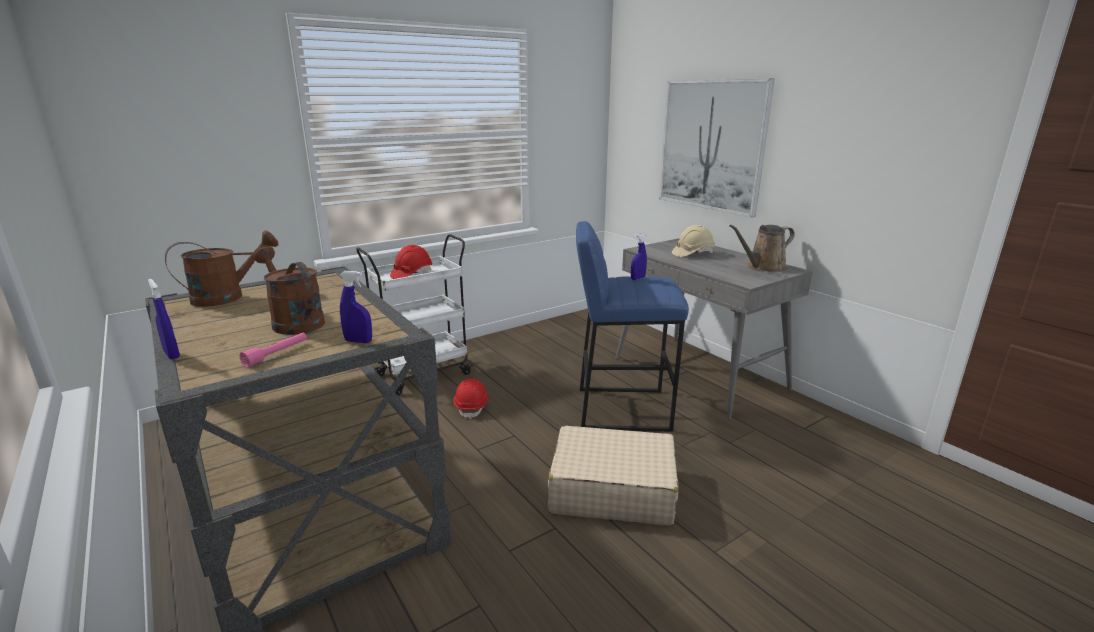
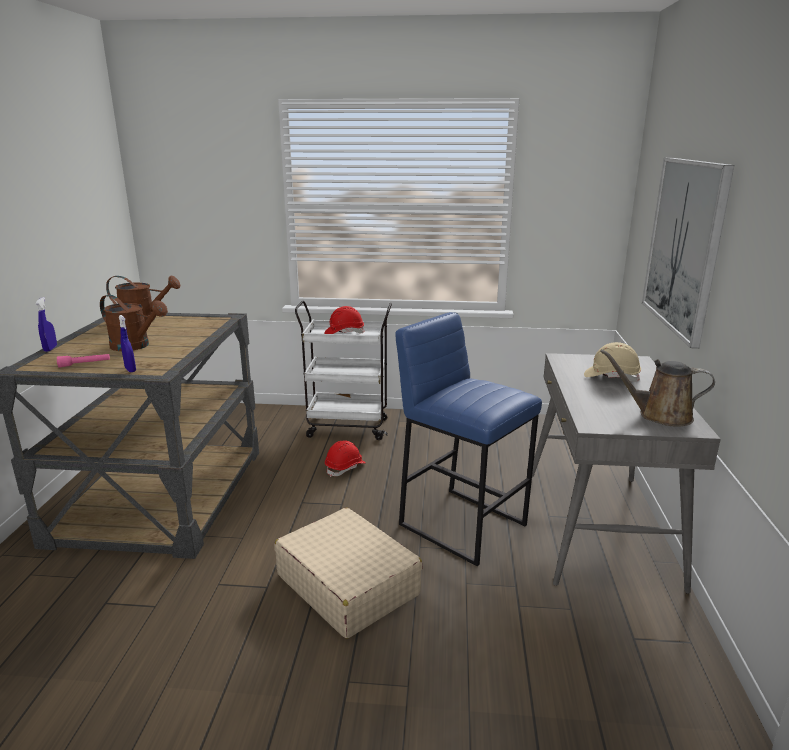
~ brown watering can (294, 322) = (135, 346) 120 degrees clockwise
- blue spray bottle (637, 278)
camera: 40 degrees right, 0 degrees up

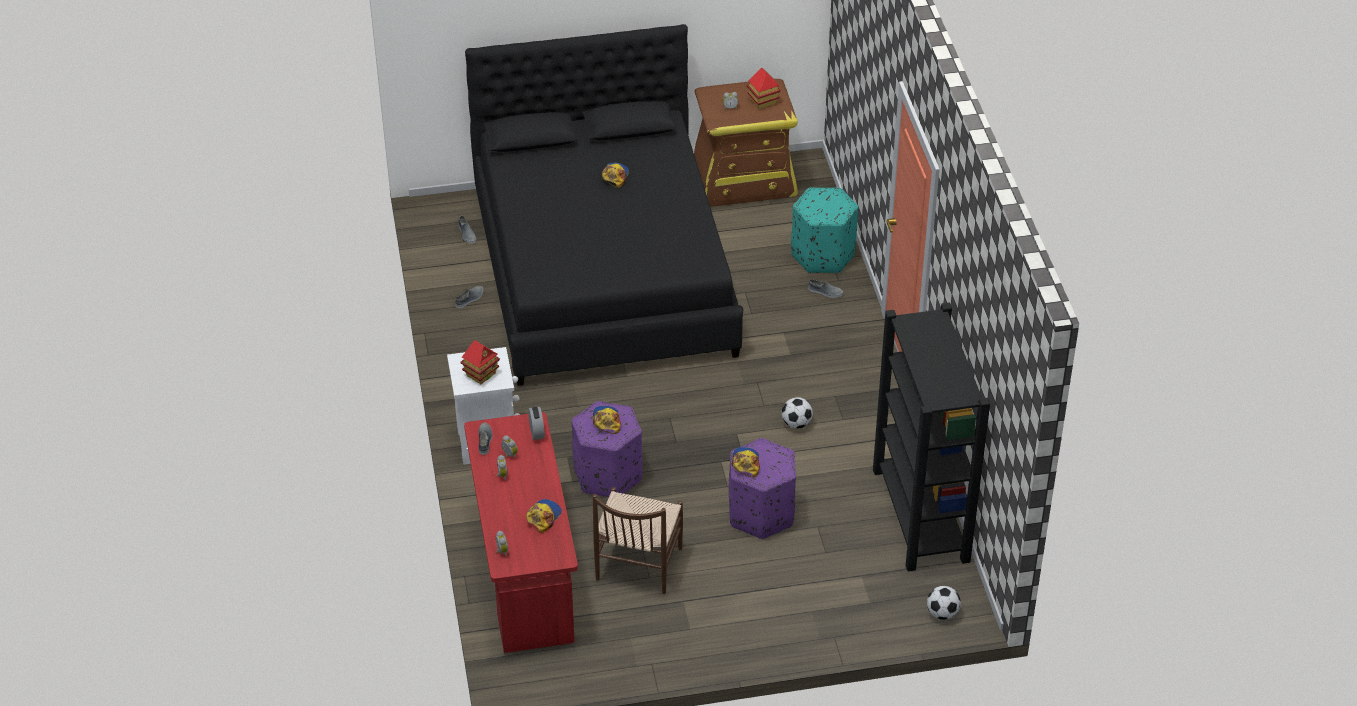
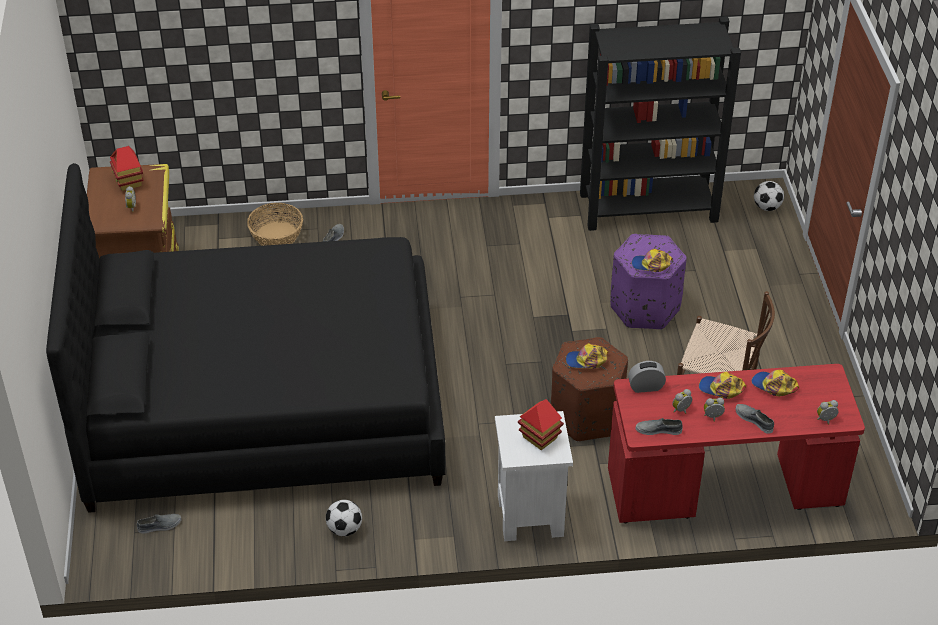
~ grey shoe (470, 299) to (754, 420)
~ purple ottoman (607, 474) to brown ottoman (586, 416)
~ cap (615, 176) to (721, 389)
~ football (796, 423) to (344, 529)
~ turquoise ottoman (823, 255) to basket (276, 235)
camera: 85 degrees left, 0 degrees up

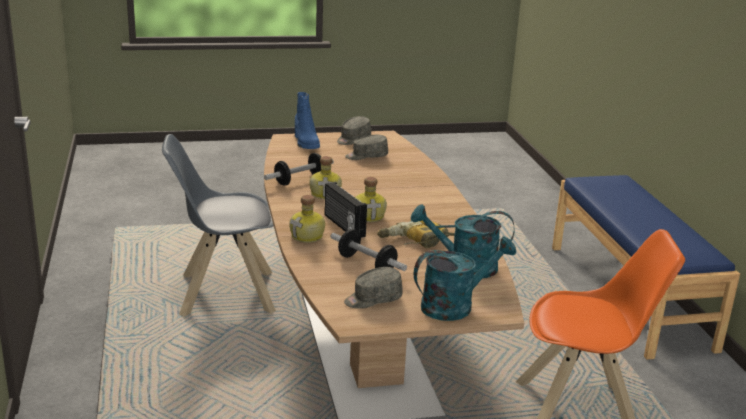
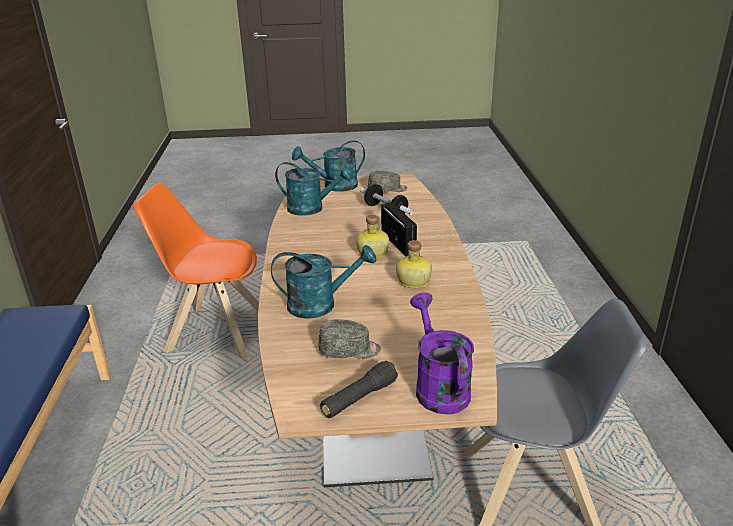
- dumbbell (299, 180)
- bottle (308, 236)
~ blue boot (305, 143) to purple watering can (438, 386)
~ grey cap (353, 139) to black flashlight (359, 398)
- power drill (416, 241)
+ turquoise watering can (320, 305)
camera: 170 degrees left, 5 degrees up

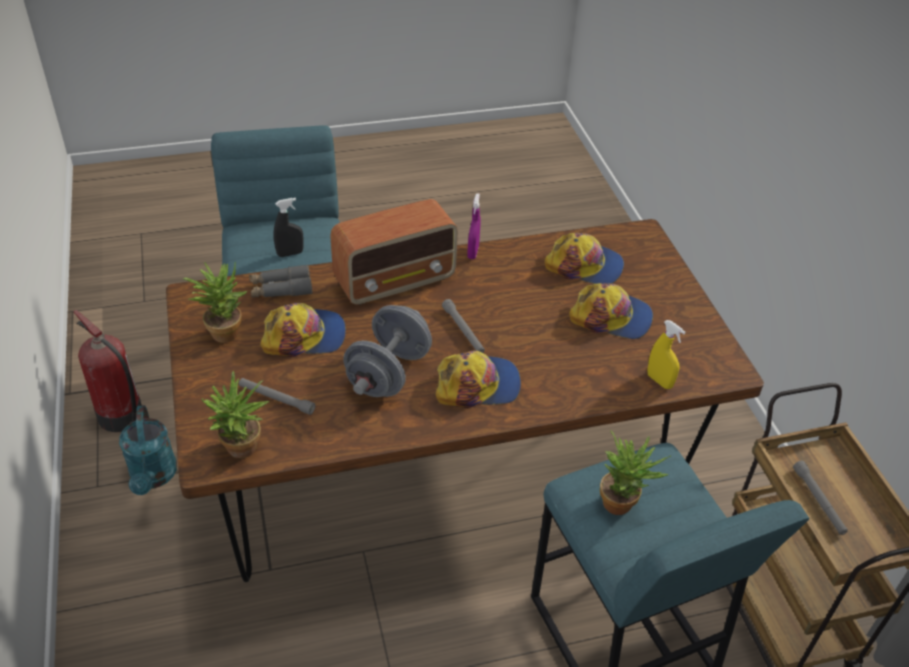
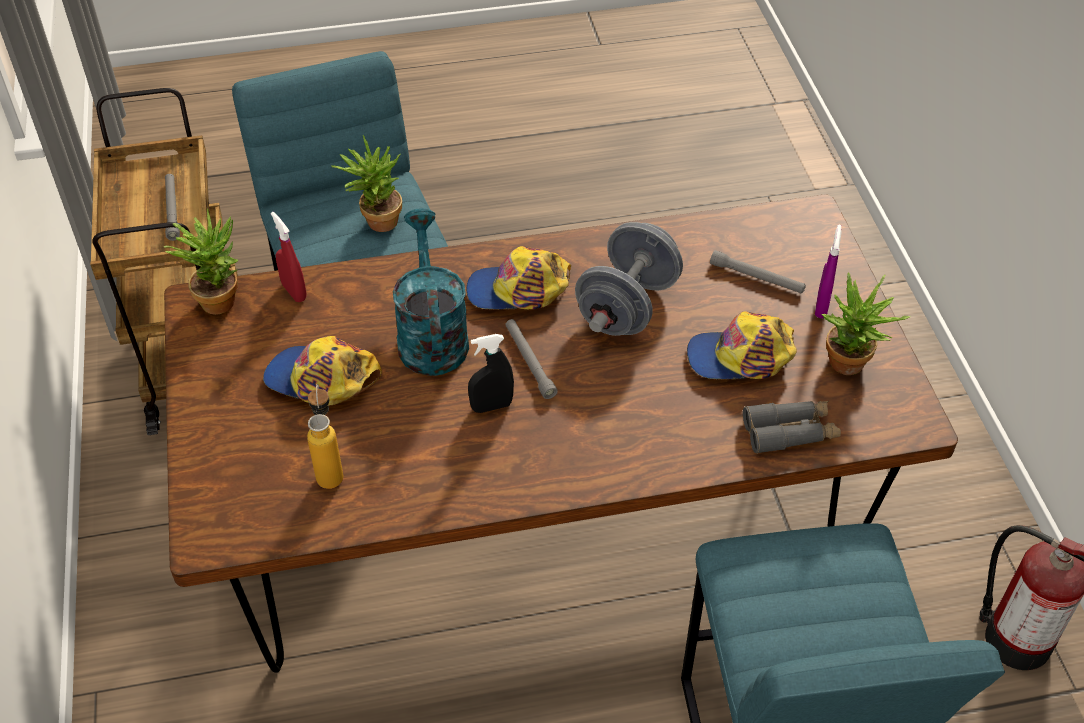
~ turquoise watering can (153, 477) to (431, 335)
~ potted plant (241, 452) to (219, 297)
~ black spray bottle (290, 253) to (491, 406)
- radio (396, 280)
~ purple spray bottle (473, 252) to (821, 306)
~ cap (584, 266) to bottle (330, 469)
~ yellow spray bottle (659, 381) to red spray bottle (294, 292)
camera: 175 degrees left, 5 degrees up

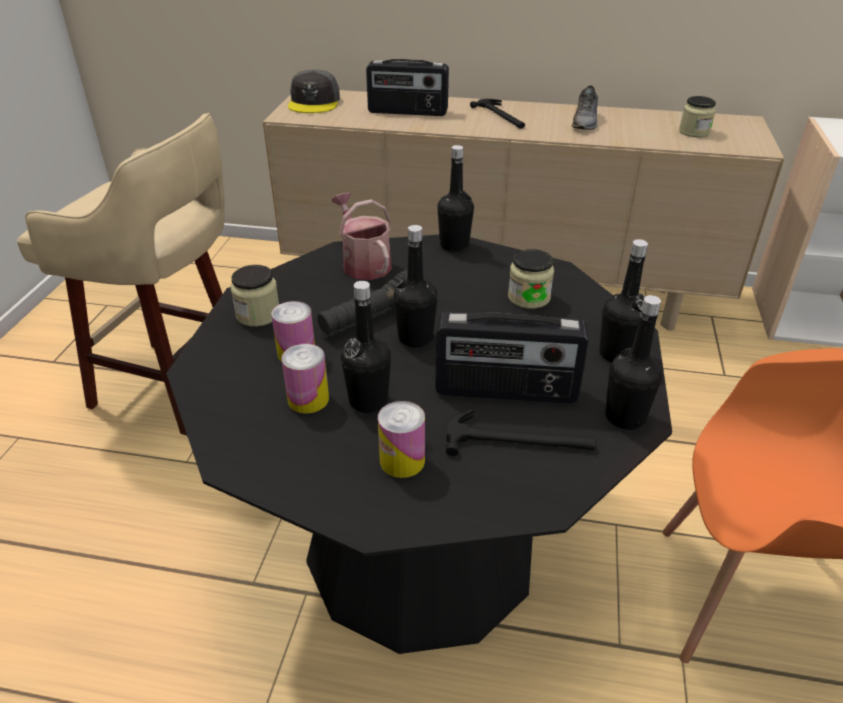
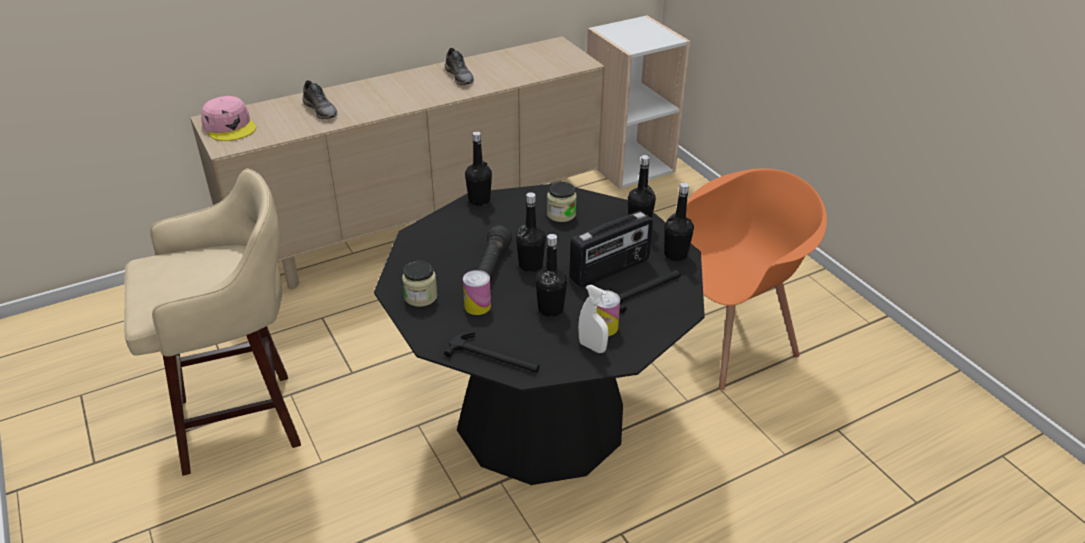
- can (308, 399)
~ grey cap (314, 102) to pink cap (229, 126)
- watering can (363, 263)
~ radio (407, 112) to grey shoe (321, 110)
~ hammer (501, 116) to (494, 357)
- jar (694, 132)
+ white spray bottle (592, 347)
camera: 40 degrees left, 0 degrees up

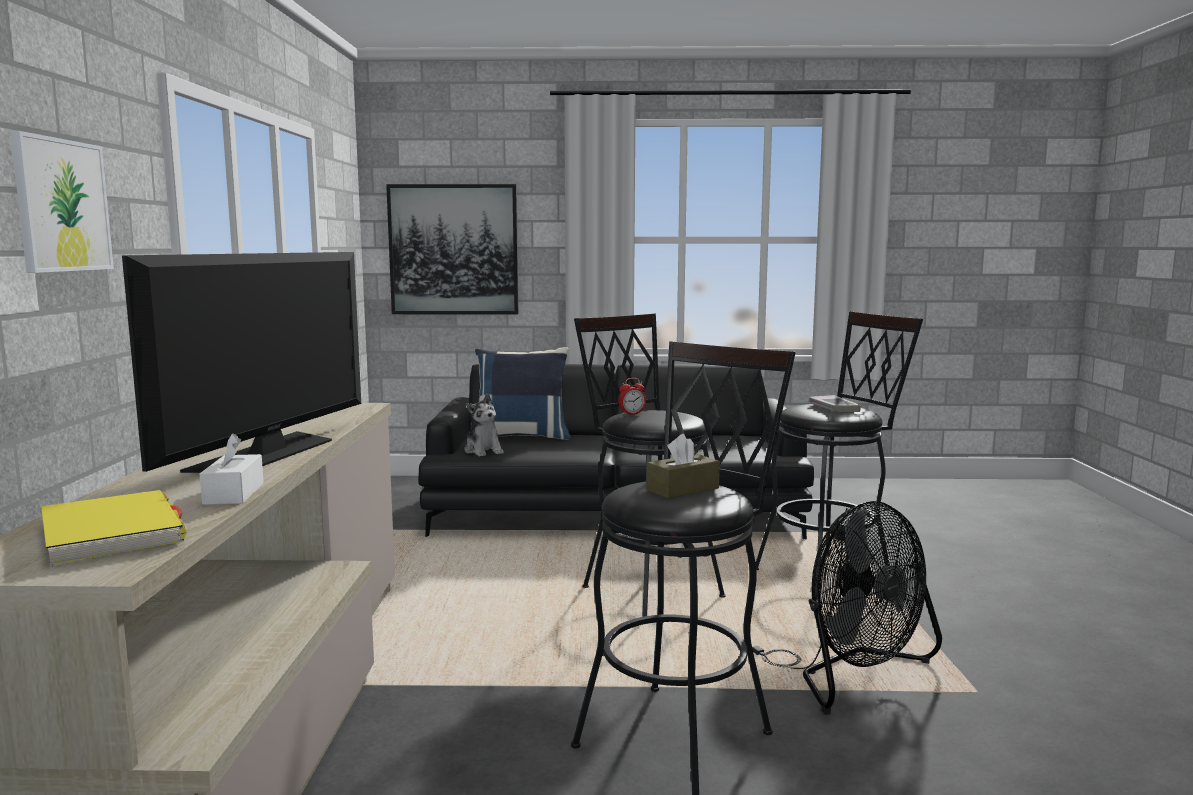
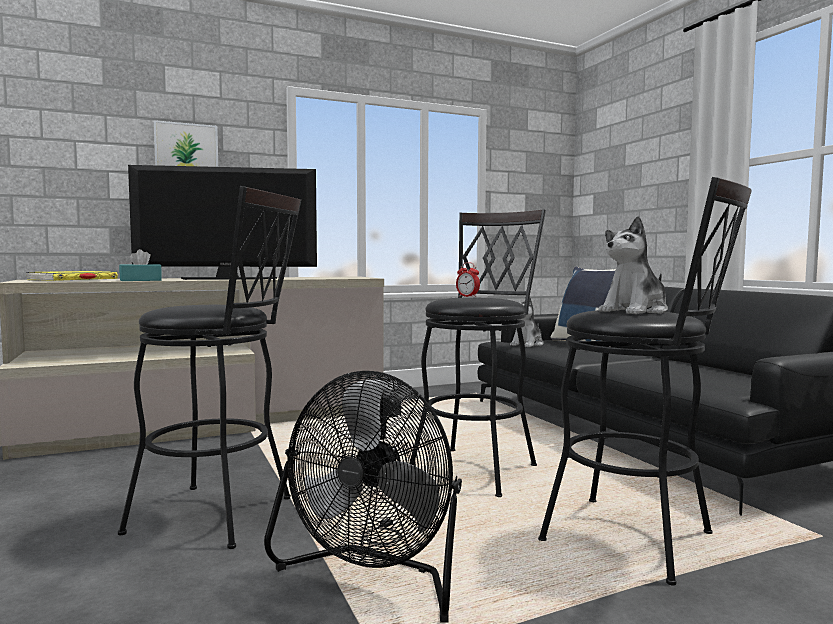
~ white tissue box (234, 493) to turquoise tissue box (140, 280)
- picture (454, 250)
- brown tissue box (683, 489)
~ book (833, 408) to plush toy (635, 311)
camera: 65 degrees right, 5 degrees down

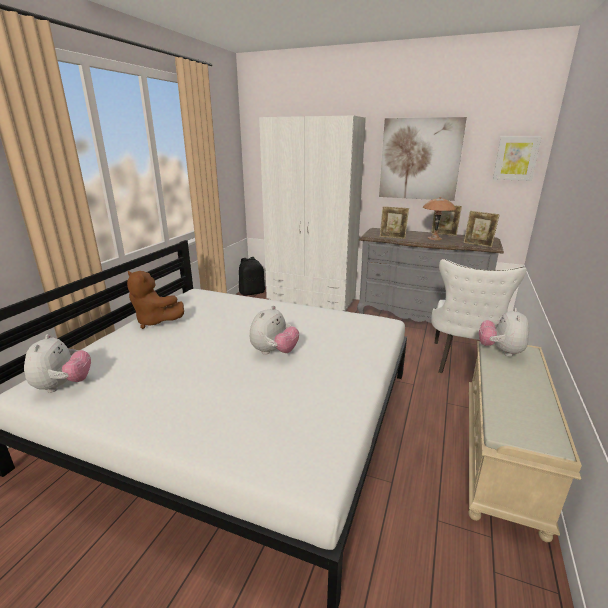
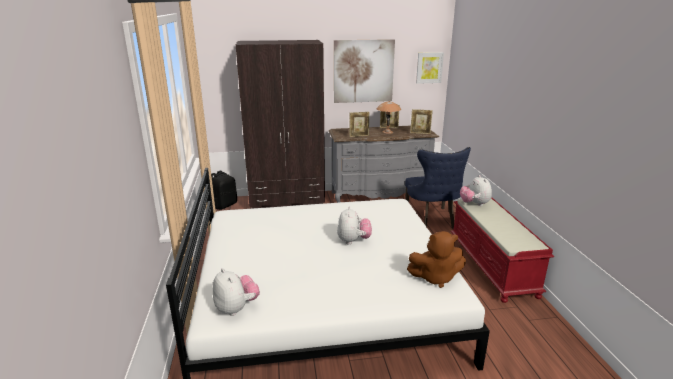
~ brown plush toy (155, 321) to (435, 277)
~ white wardrobe (311, 302) to brown wardrobe (287, 201)
~ white chair (462, 362) to blue chair (432, 220)
~ beige bench (502, 453) to red bench (492, 266)
camera: 30 degrees left, 0 degrees up

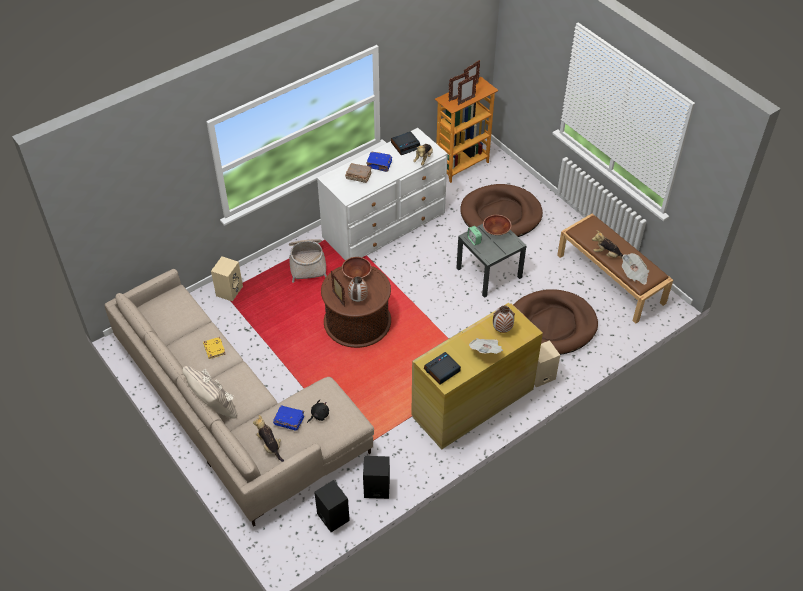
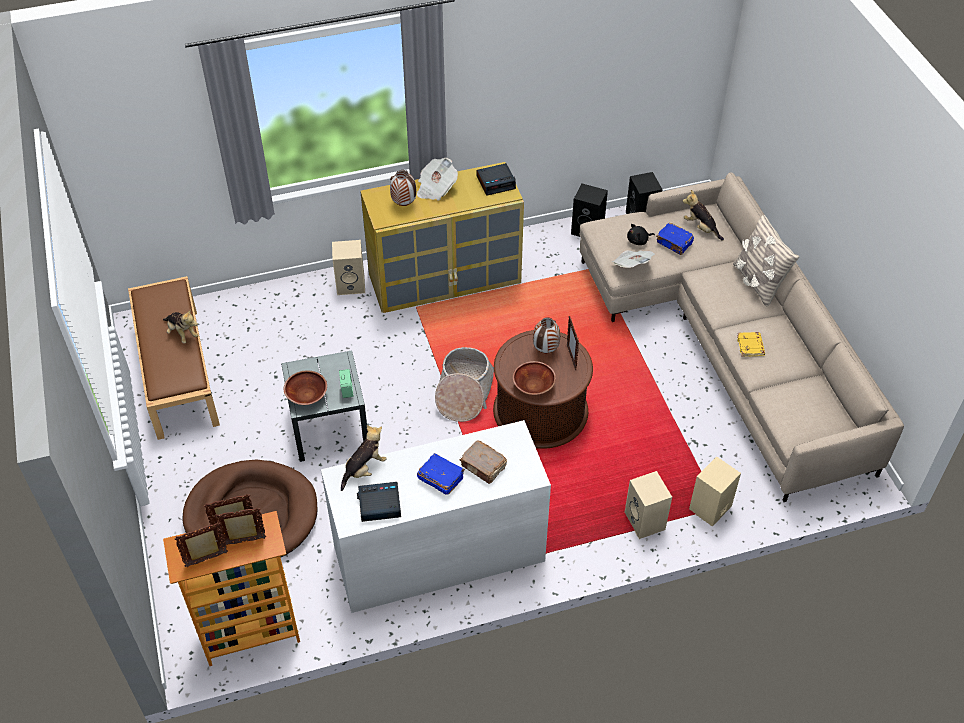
~ plush toy (270, 445) = (701, 228) 150 degrees clockwise
~ basket (307, 263) to (464, 393)
- brown dog bed (552, 325)
~ newspaper (634, 274) to (632, 265)
+ beige speaker (646, 522)
camera: 160 degrees left, 0 degrees up

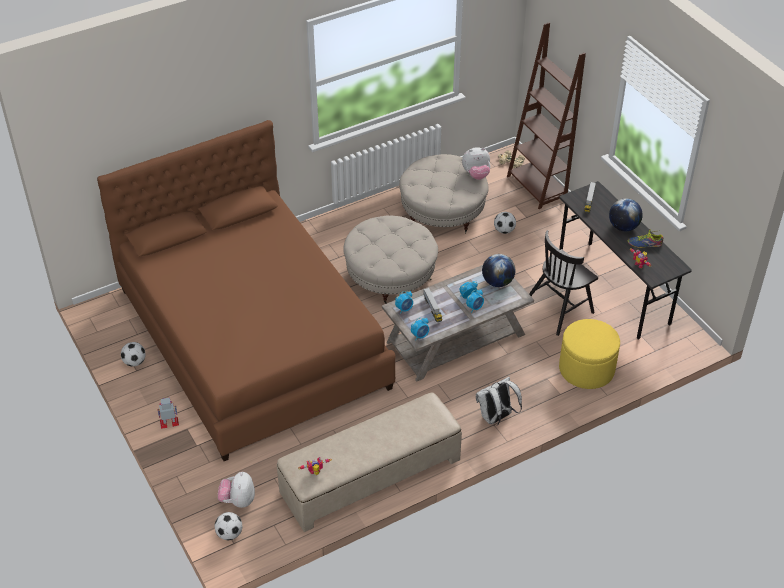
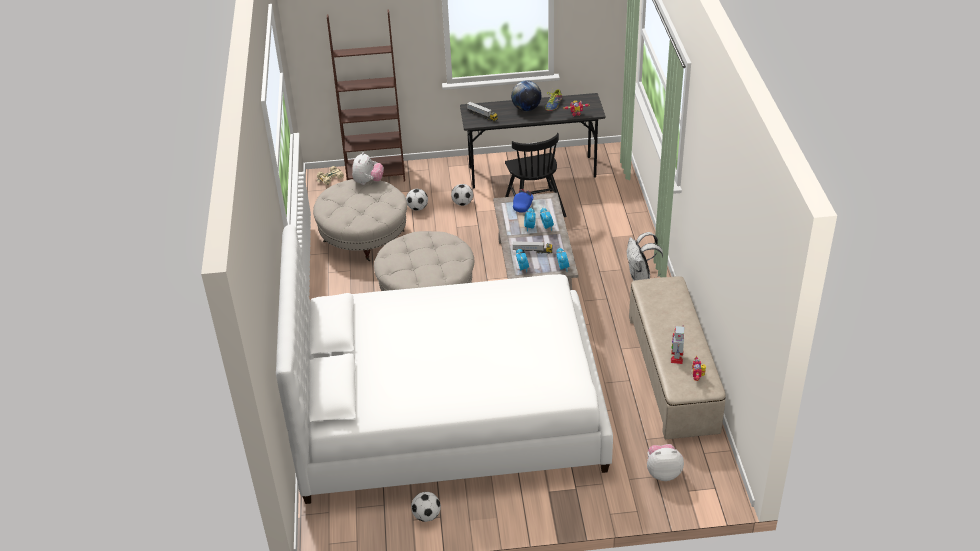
~ brown bed (252, 337) to white bed (448, 411)
~ toy robot (169, 422) to (676, 356)
~ football (229, 534) to (462, 203)
~ plush toy (238, 500) = (663, 472) 150 degrees clockwise
~ globe (497, 282) to blue cap (523, 205)
- yellow ottoman (586, 369)
camera: 65 degrees left, 5 degrees down

